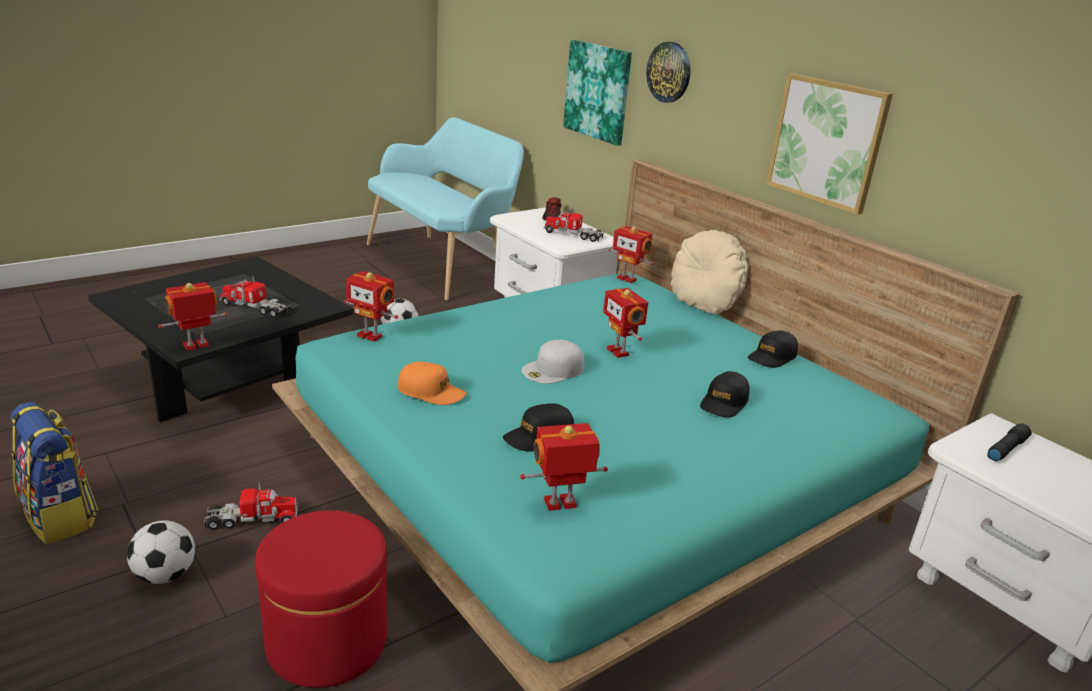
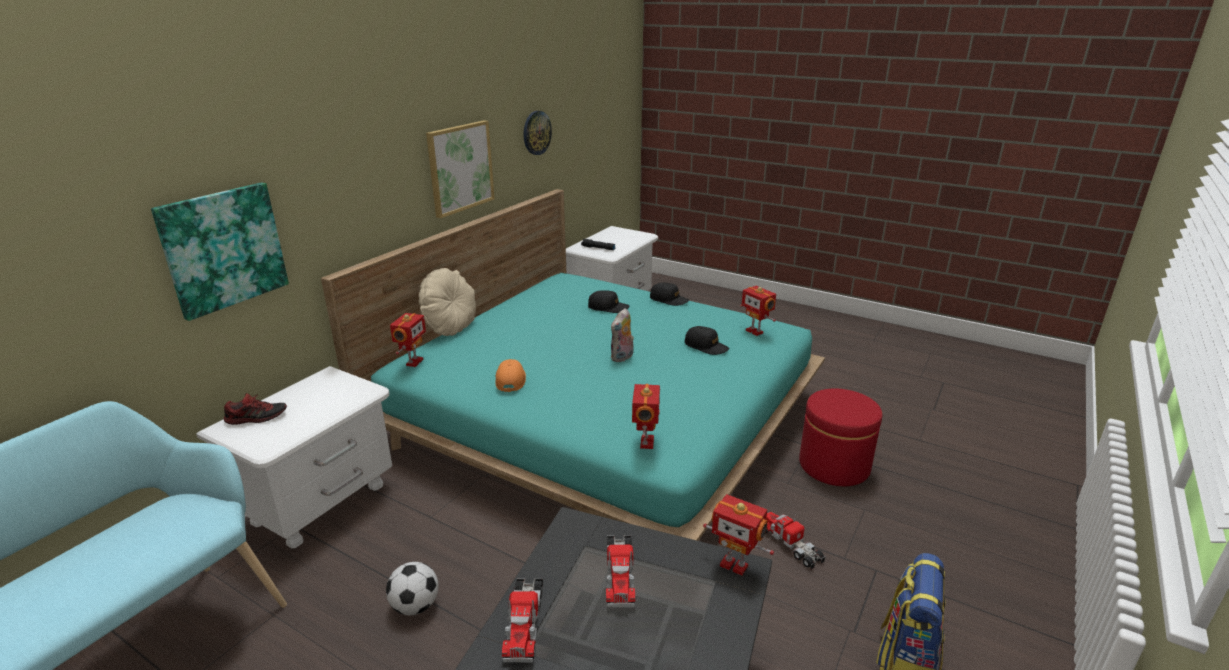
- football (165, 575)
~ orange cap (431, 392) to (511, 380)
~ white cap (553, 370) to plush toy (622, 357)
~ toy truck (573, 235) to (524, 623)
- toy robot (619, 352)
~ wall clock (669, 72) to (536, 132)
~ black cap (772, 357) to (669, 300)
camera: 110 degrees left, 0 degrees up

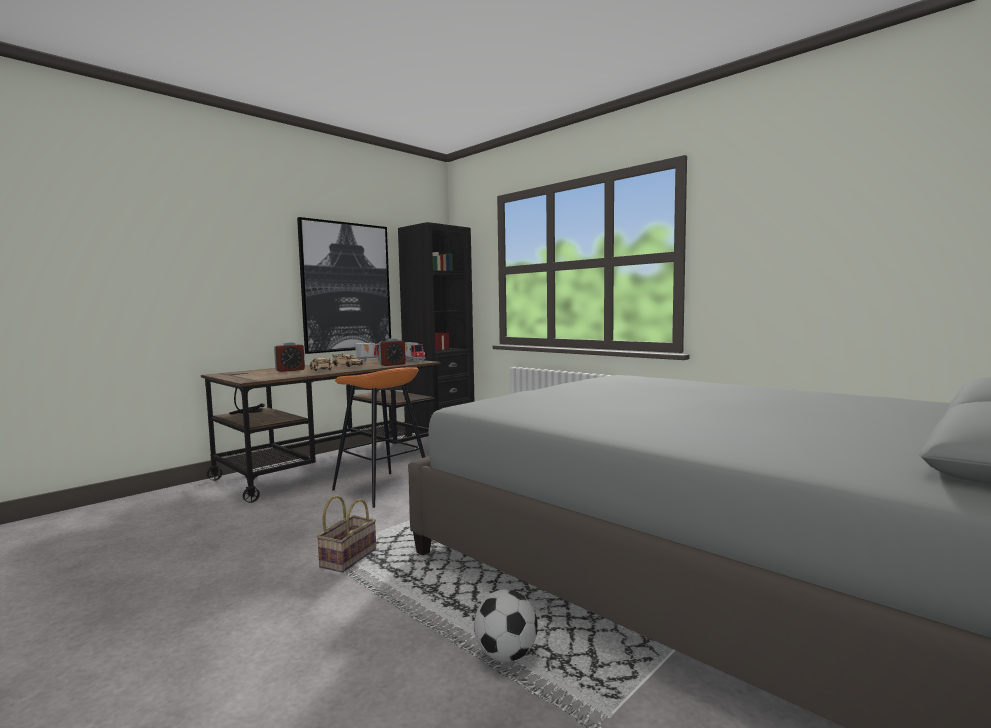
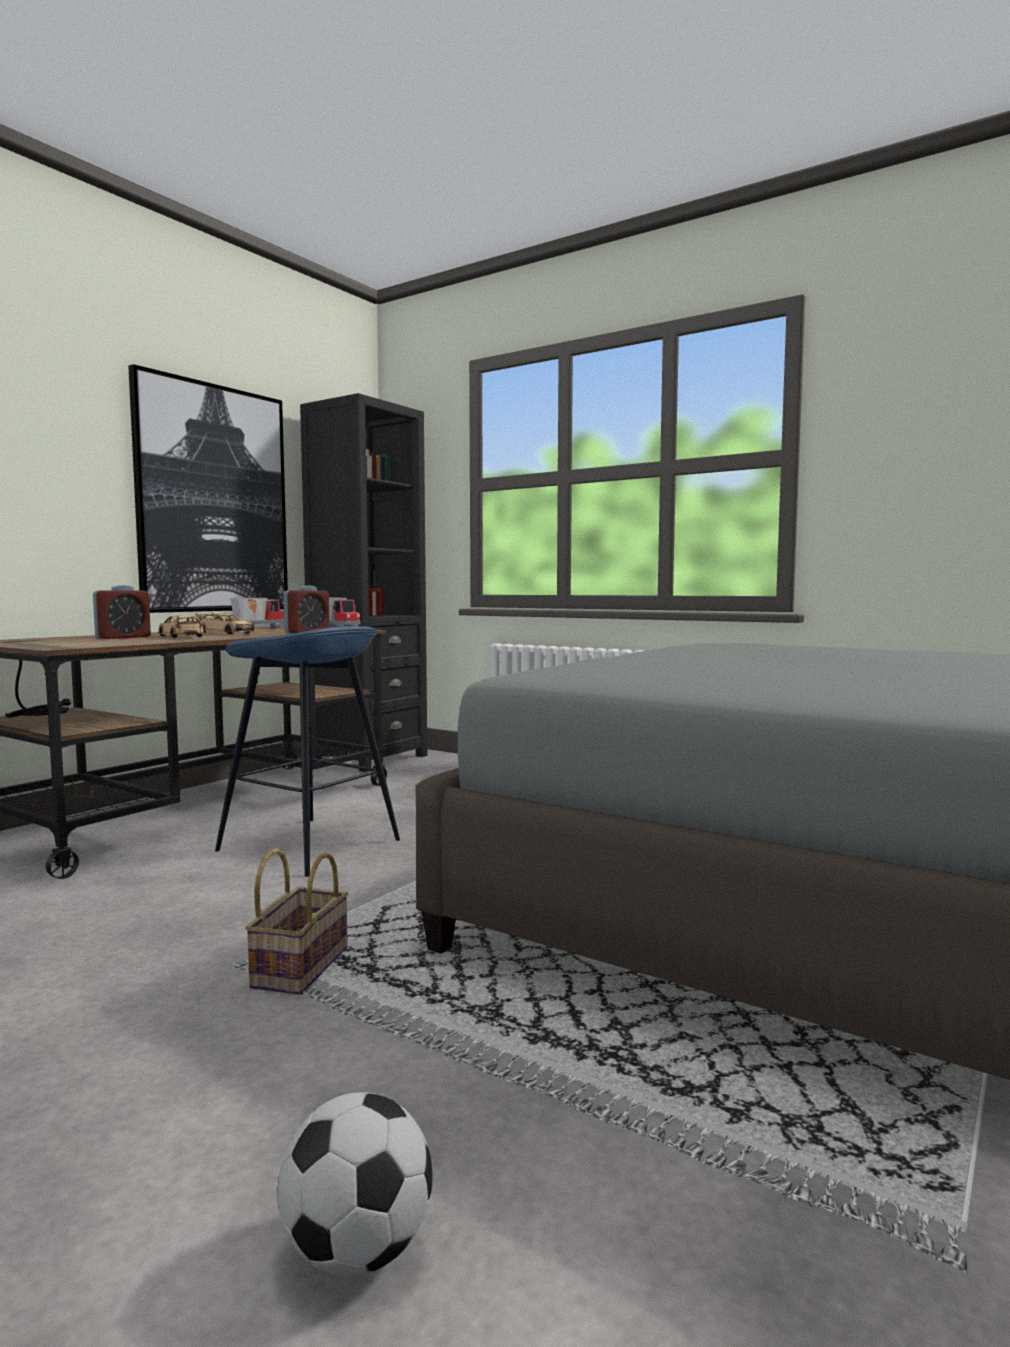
~ orange stool (382, 489) to blue stool (309, 845)
~ football (505, 655) to (356, 1251)
camera: 10 degrees left, 0 degrees up

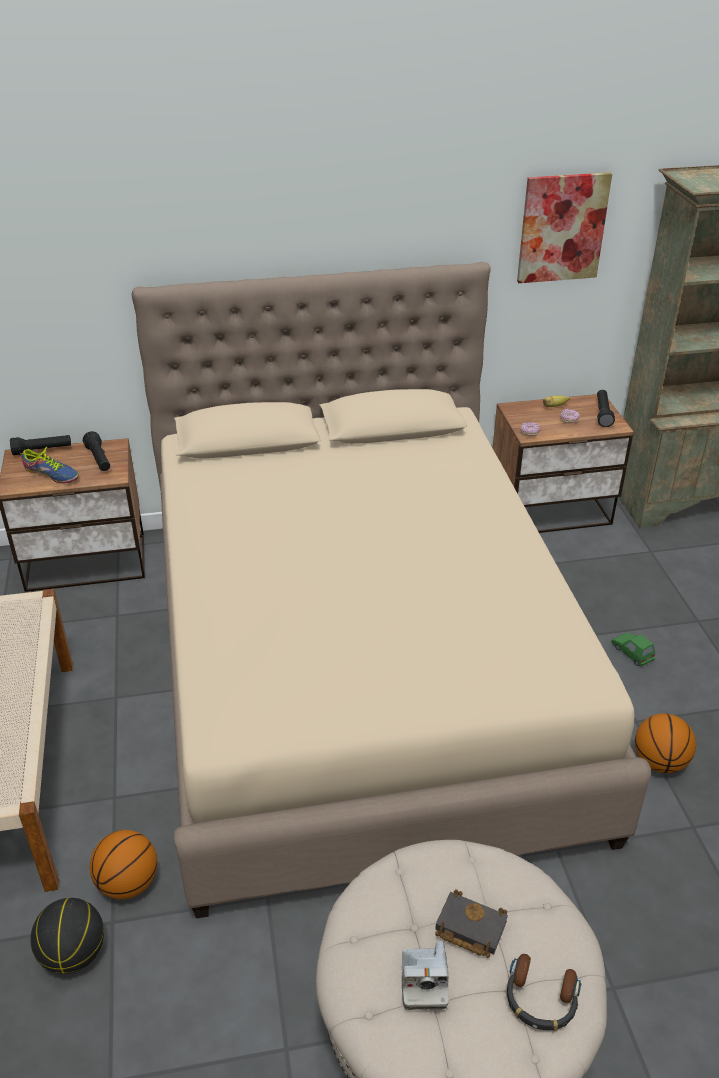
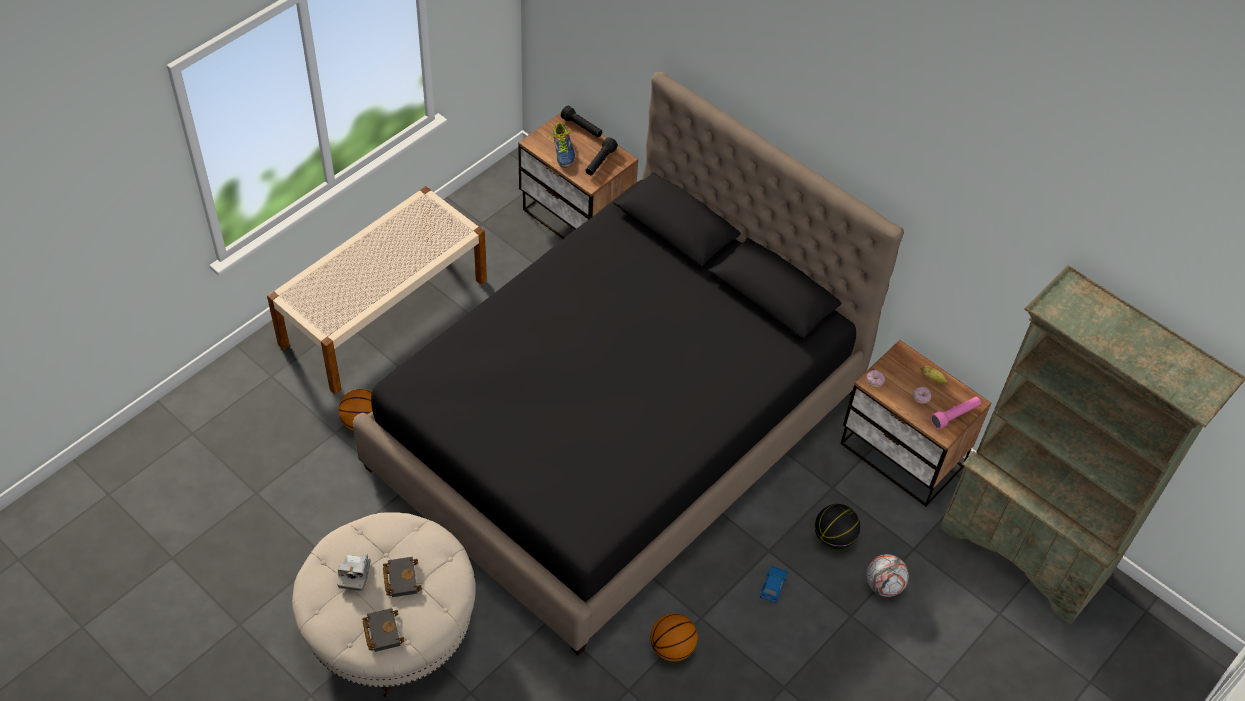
~ basketball (73, 954) to (833, 537)
~ beige bed (359, 662) to black bed (618, 428)
~ photo camera (423, 982) = (354, 574) 45 degrees counterclockwise
~ headphones (540, 999) to black book (381, 631)
- picture (562, 228)
~ black flashlight (602, 413) to pink flashlight (955, 416)
~ green toy car (632, 652) to blue toy car (773, 586)
+ football (883, 585)
camera: 50 degrees right, 15 degrees up

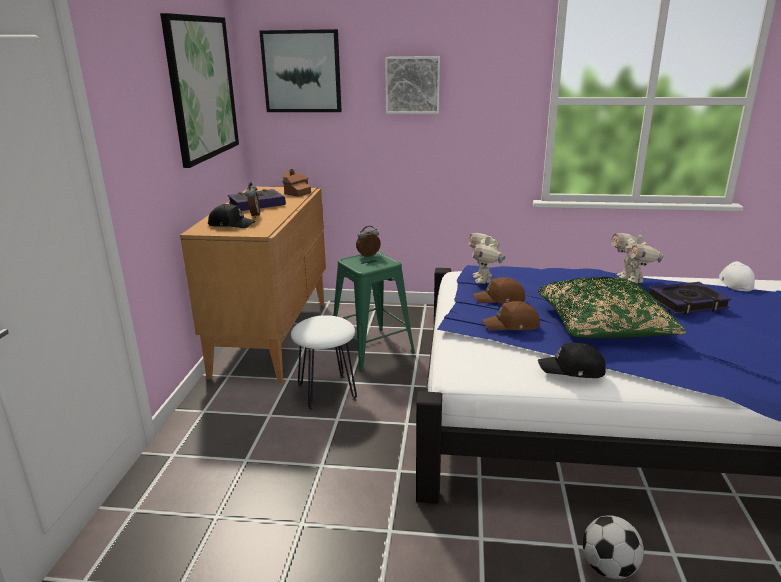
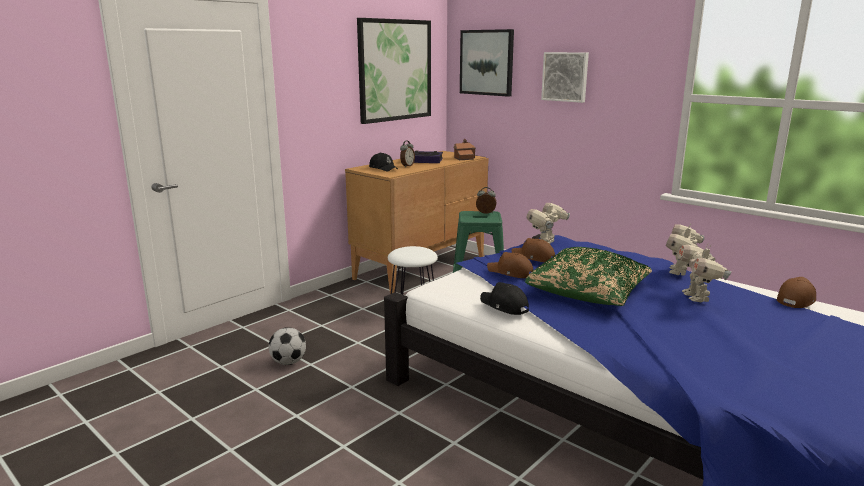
~ football (609, 568) to (288, 362)
~ book (687, 303) to toy robot (697, 297)
~ white cap (734, 283) to brown cap (795, 299)
camera: 35 degrees right, 5 degrees down

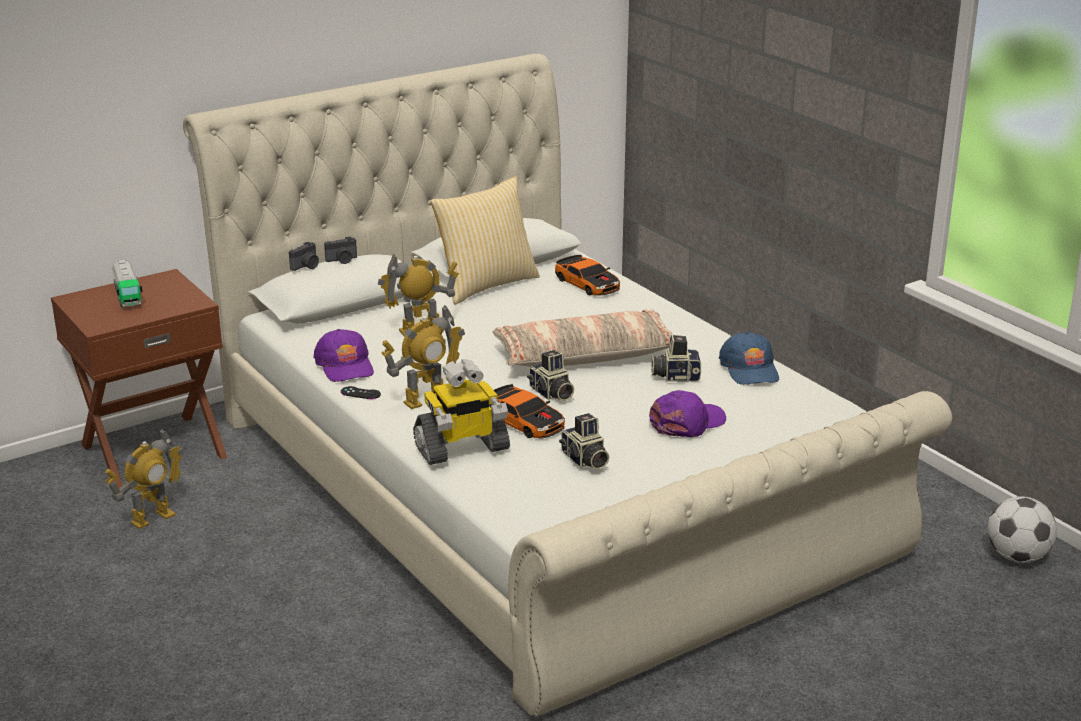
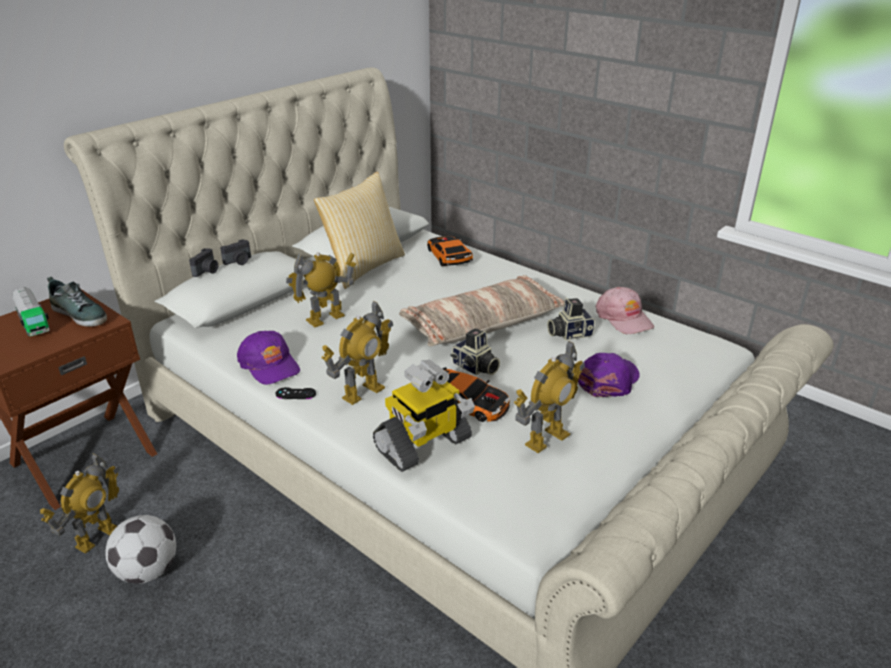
~ toy car (588, 283) = (448, 256) 150 degrees counterclockwise
~ photo camera (584, 460) to toy robot (546, 439)
~ blue cap (750, 369) to pink cap (624, 318)
~ football (1017, 557) to (148, 571)
+ shoe (80, 314)
camera: 15 degrees left, 5 degrees up

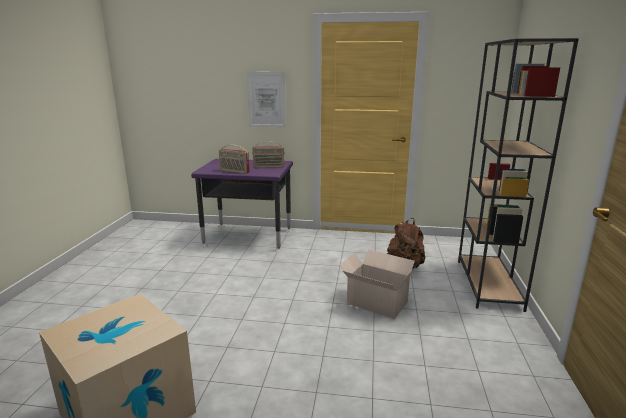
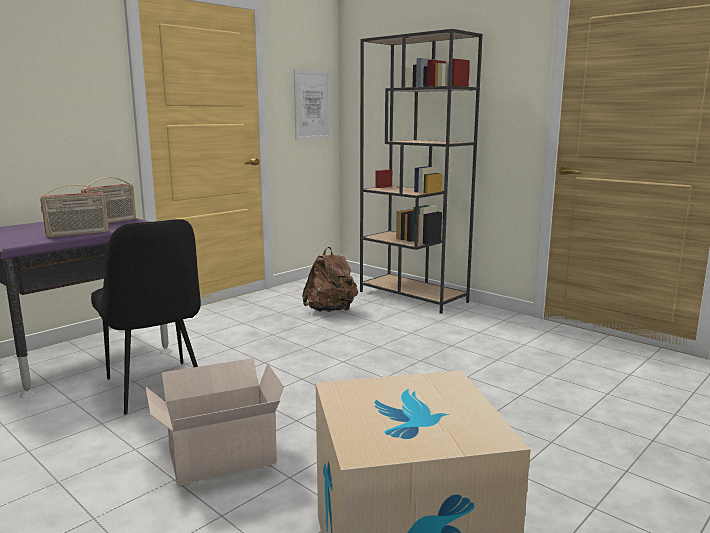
~ picture (266, 100) to (312, 105)
~ cardboard box (375, 302) to (218, 457)
+ black chair (157, 386)
camera: 55 degrees left, 5 degrees down

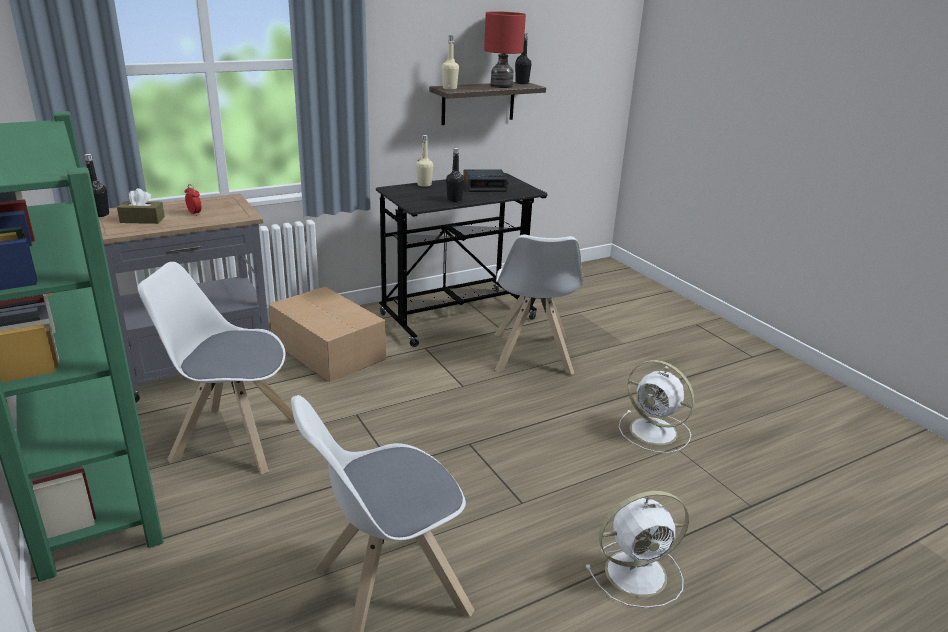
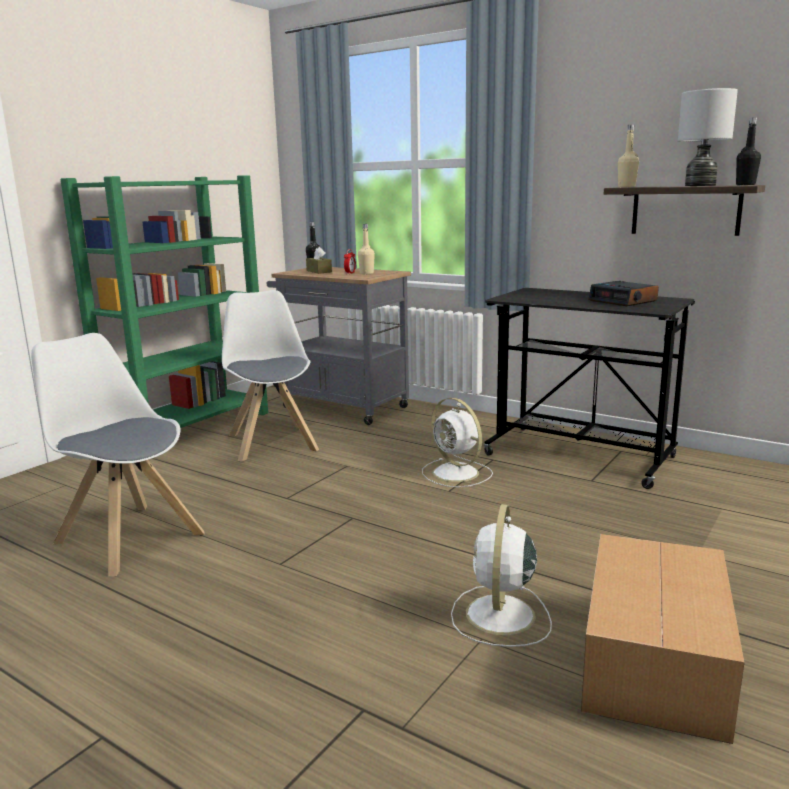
~ cardboard box (328, 349) to (655, 658)
~ beige bottle (424, 185) to (366, 273)
- black bottle (454, 200)
~ red table lamp (501, 86) to grey table lamp (700, 185)
- chair (532, 355)
~ white fan (638, 573) to (457, 473)
camera: 65 degrees right, 10 degrees down

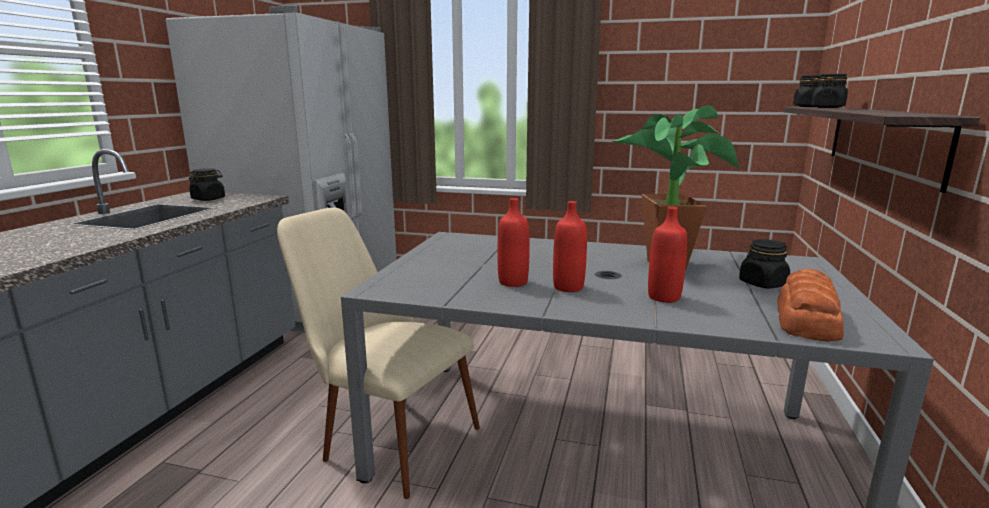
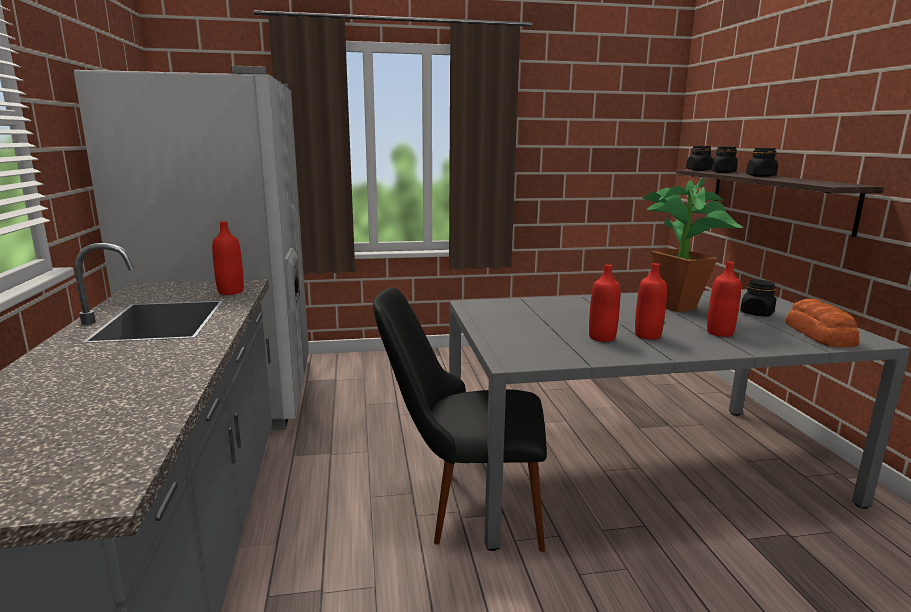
~ black jar (208, 199) to (760, 176)
~ beige chair (384, 435) to black chair (465, 506)
+ red bottle (230, 292)
camera: 25 degrees left, 0 degrees up

